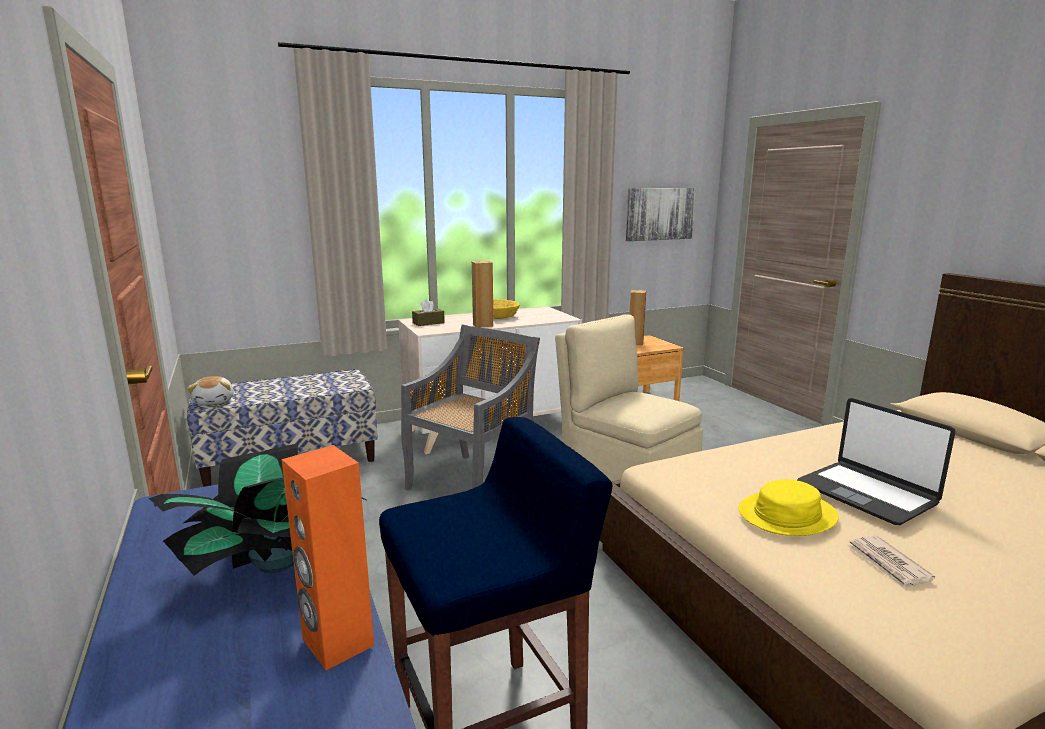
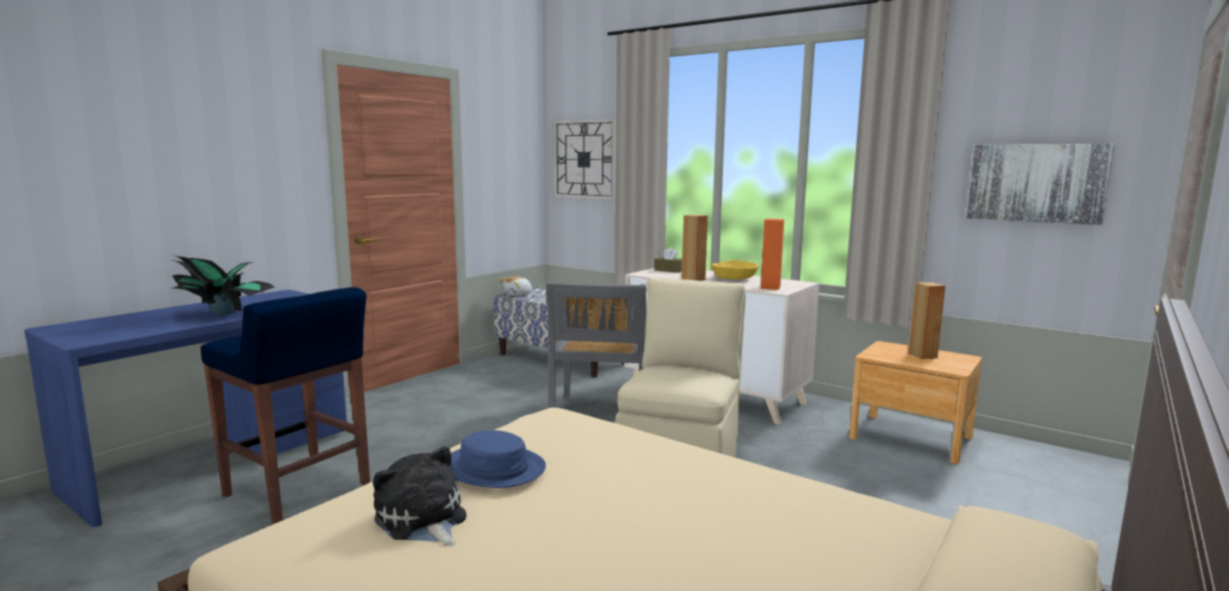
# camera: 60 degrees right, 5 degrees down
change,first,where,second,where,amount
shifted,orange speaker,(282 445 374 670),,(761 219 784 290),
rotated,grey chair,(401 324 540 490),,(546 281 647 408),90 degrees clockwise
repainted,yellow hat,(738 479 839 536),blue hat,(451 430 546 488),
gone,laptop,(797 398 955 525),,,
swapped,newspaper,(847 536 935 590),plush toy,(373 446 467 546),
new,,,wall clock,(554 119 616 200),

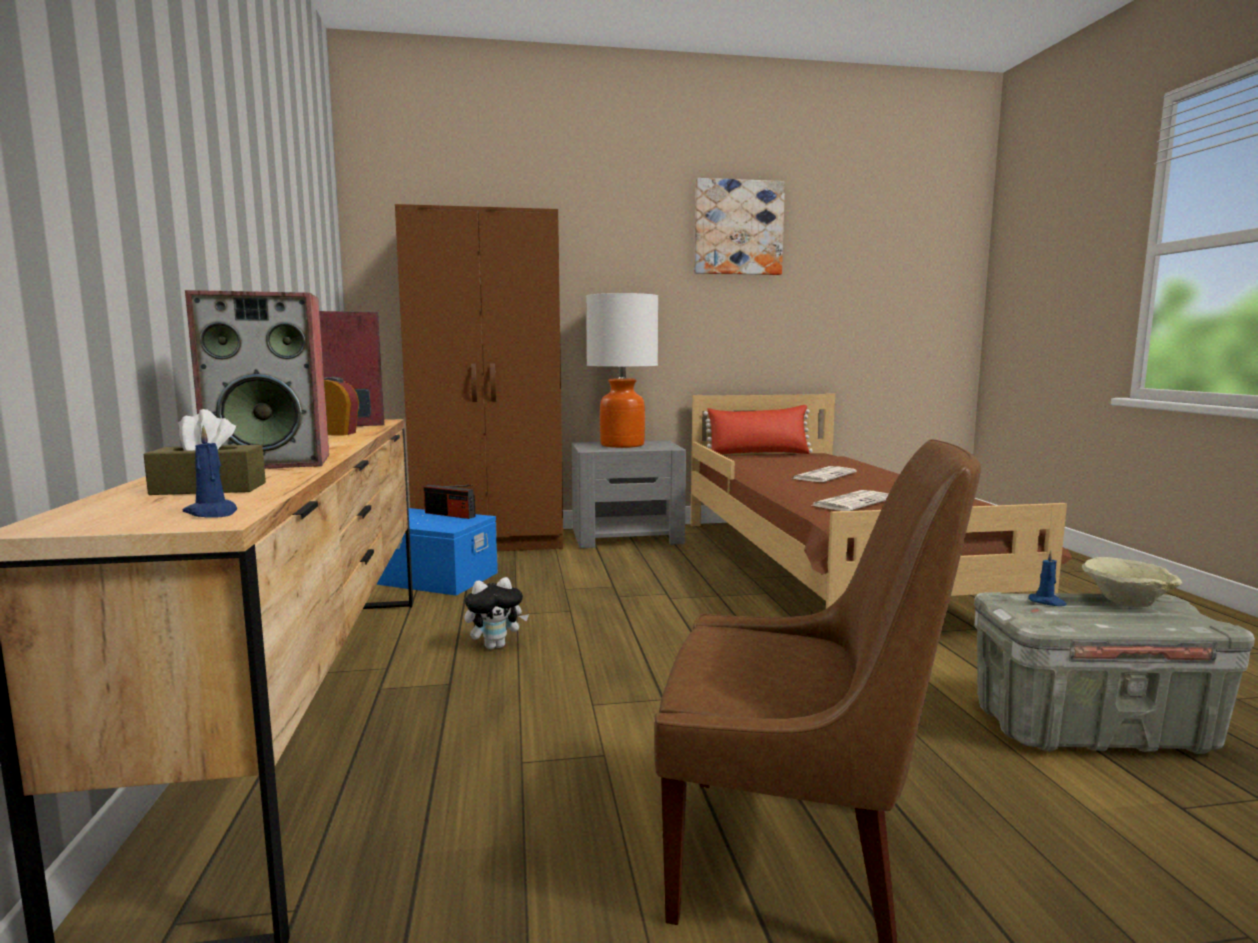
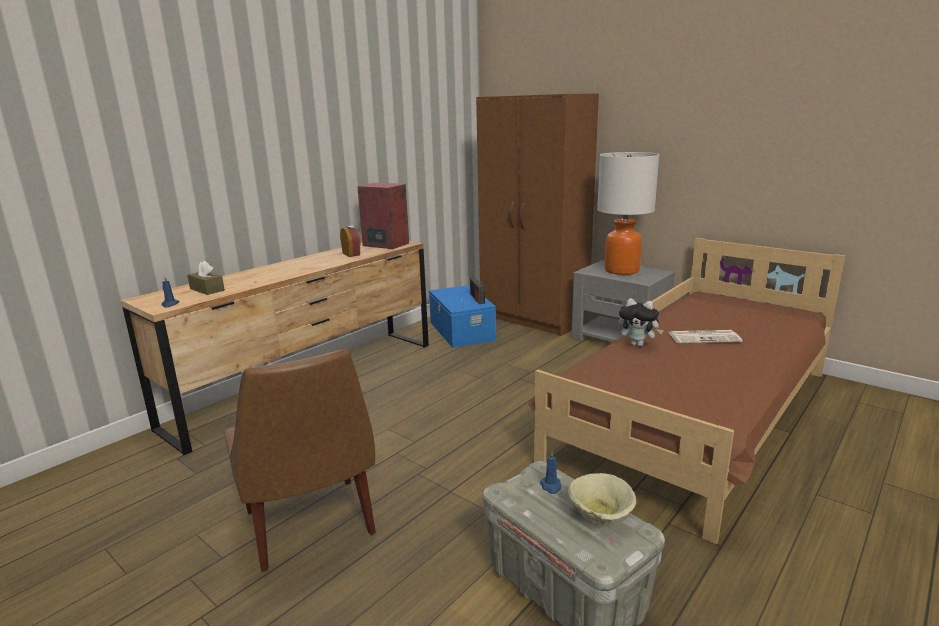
# camera: 50 degrees right, 10 degrees up
change,first,where,second,where,amount
gone,speaker,(185 290 329 469),,,
shifted,plush toy,(464 577 529 649),,(619 299 664 346),
gone,picture,(694 178 785 275),,,
gone,red pillow,(703 405 813 455),,,
gone,newspaper,(812 490 889 511),,,

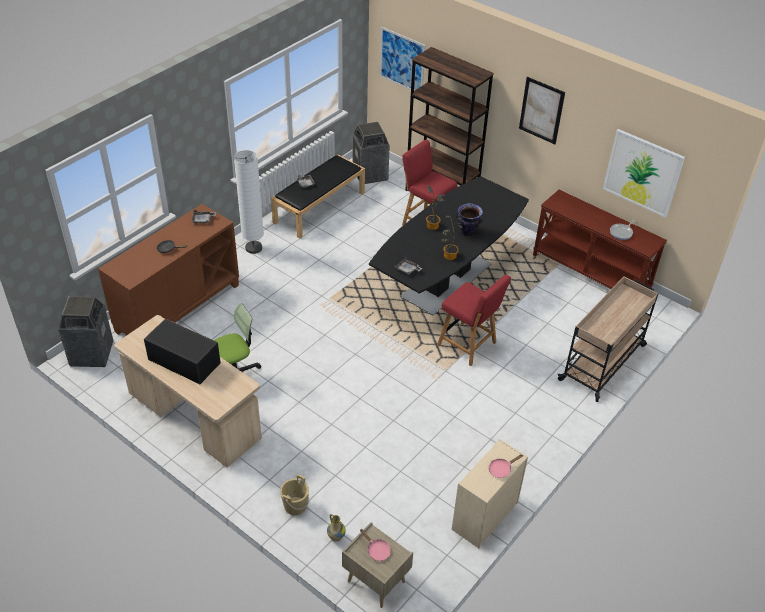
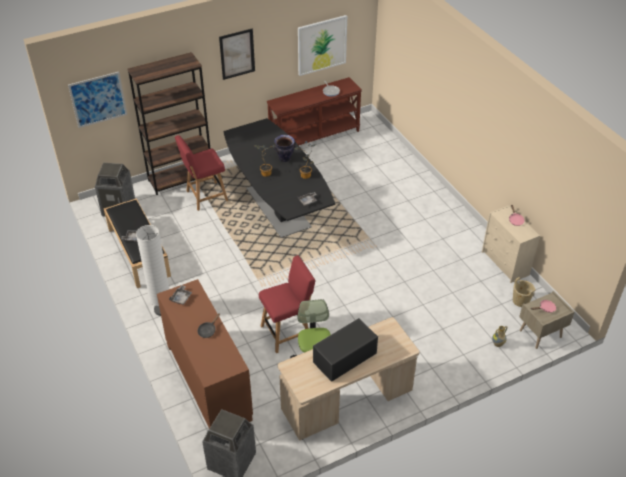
# camera: 65 degrees left, 0 degrees up
change,first,where,second,where,amount
shifted,beige bucket,(280 474 309 515),,(513 277 536 307),
shifted,red chair,(437 275 511 366),,(259 255 315 353),
gone,beige cart,(558 277 659 402),,,

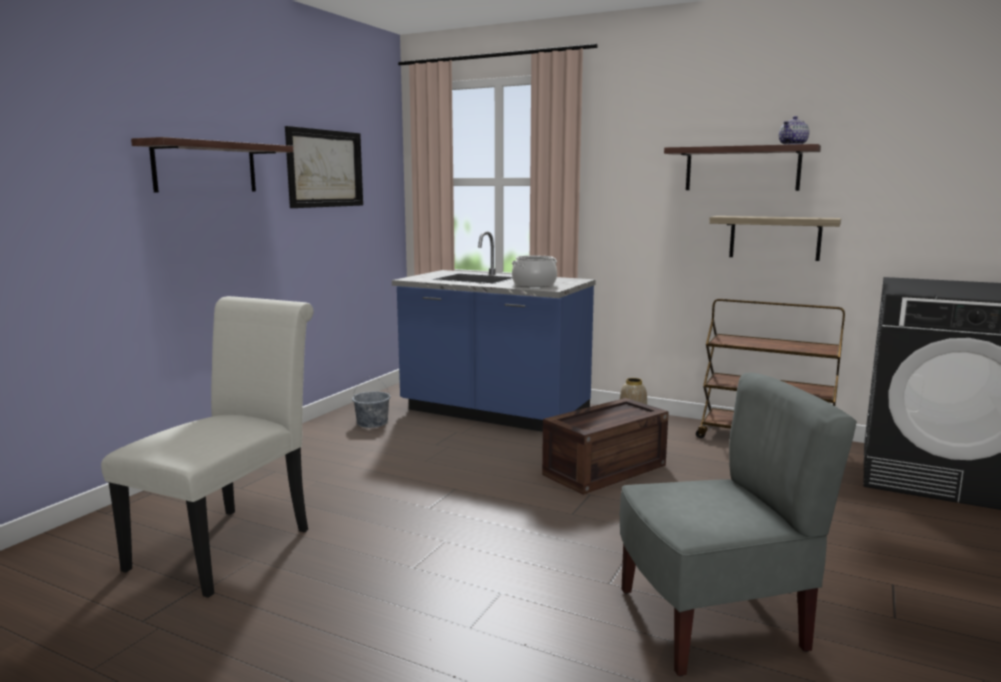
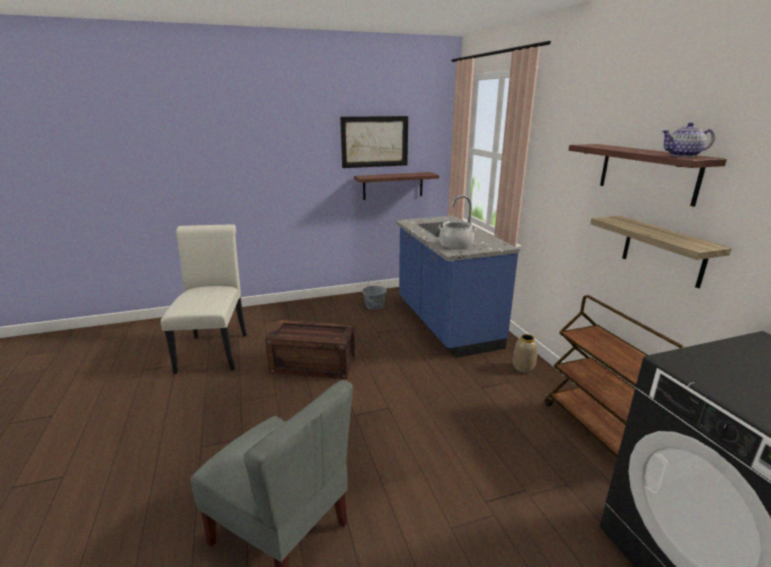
# camera: 45 degrees right, 10 degrees up
change,first,where,second,where,amount
rotated,white chair,(101 296 314 598),,(161 224 247 374),75 degrees counterclockwise
shifted,shelf,(131 137 293 193),,(354 172 439 200),
shifted,crate,(542 398 669 495),,(265 320 355 379),

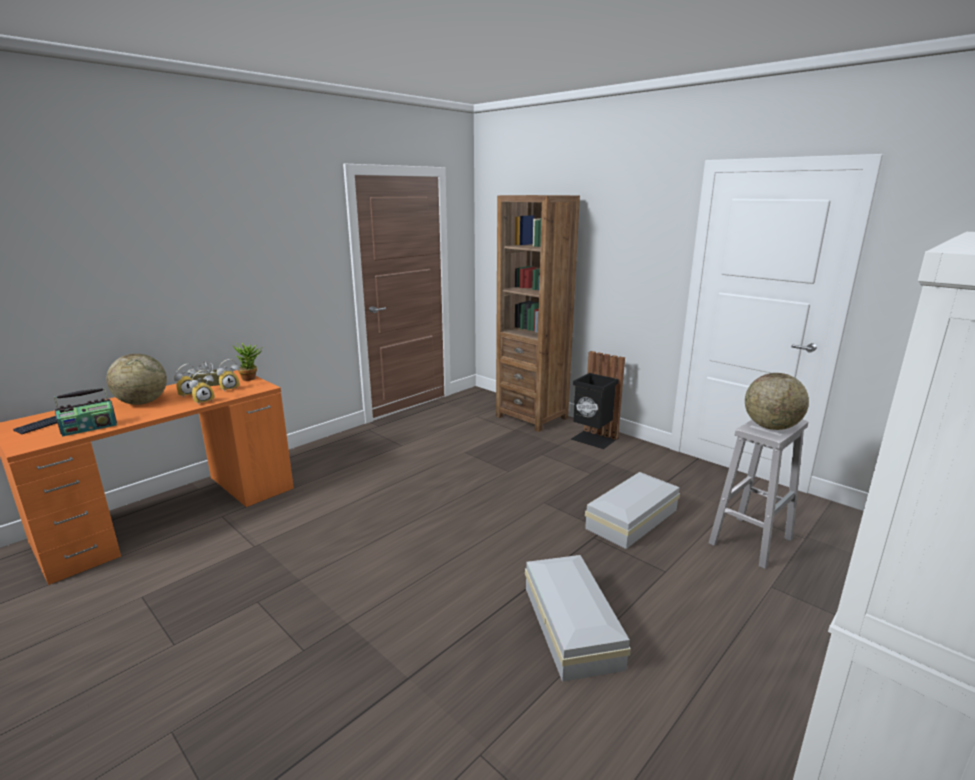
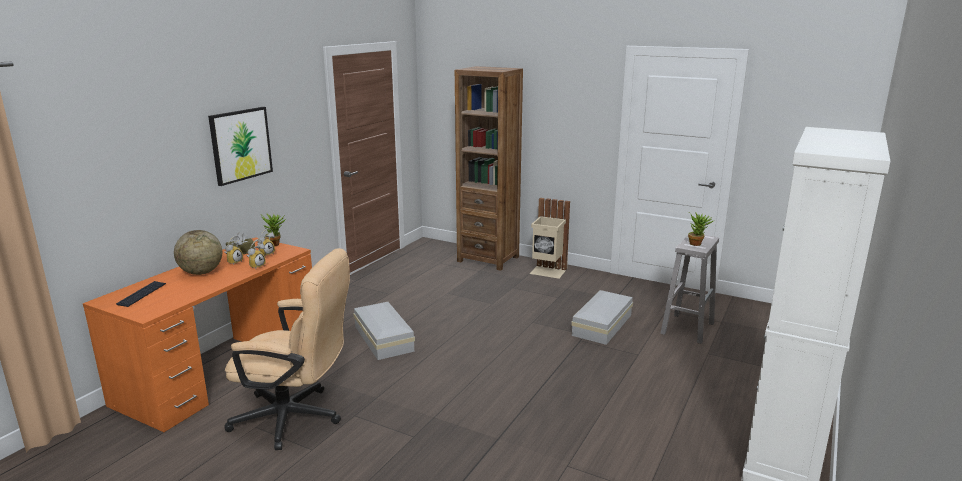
# camera: 15 degrees left, 0 degrees up
change,first,where,second,where,amount
gone,radio,(54 388 117 437),,,
shifted,white storage box,(525 555 631 682),,(353 302 415 360),
repainted,black trash can,(571 351 625 449),beige trash can,(530 198 570 279),
swapped,globe,(745 373 809 430),potted plant,(688 212 713 246),
new,,,picture,(208 107 273 186),
new,,,beige office chair,(224 248 350 450),

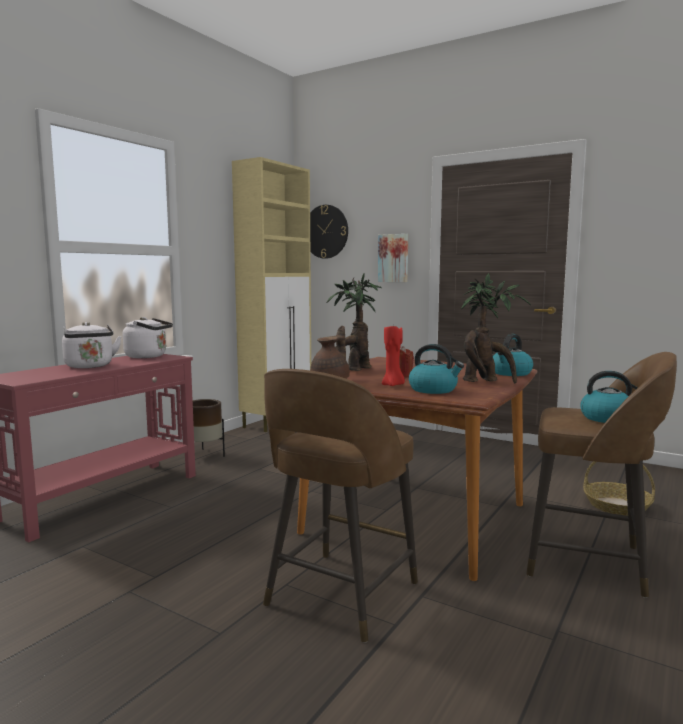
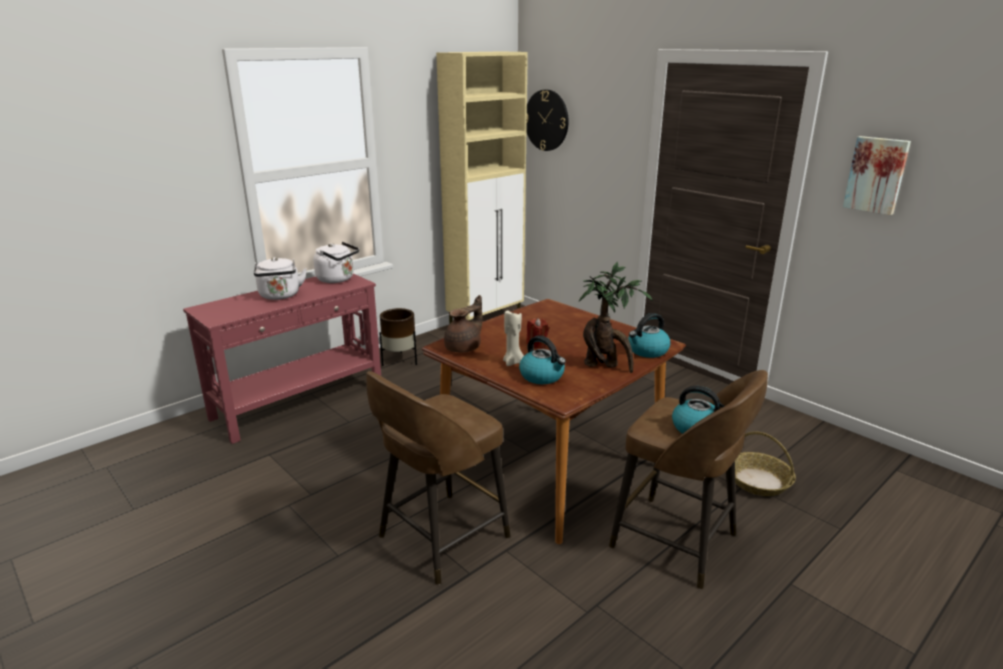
# camera: 15 degrees right, 15 degrees up
change,first,where,second,where,amount
gone,potted plant,(327 274 382 371),,,
shifted,picture,(378 234 408 282),,(843 136 911 215),
repainted,red candle,(382 325 405 386),beige candle,(503 311 524 366),

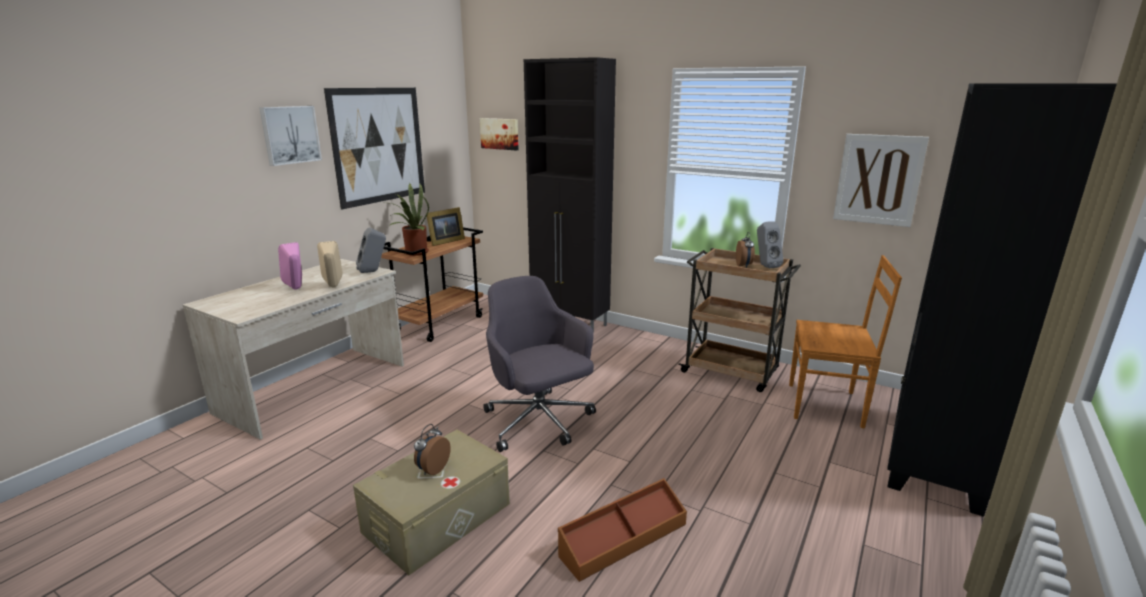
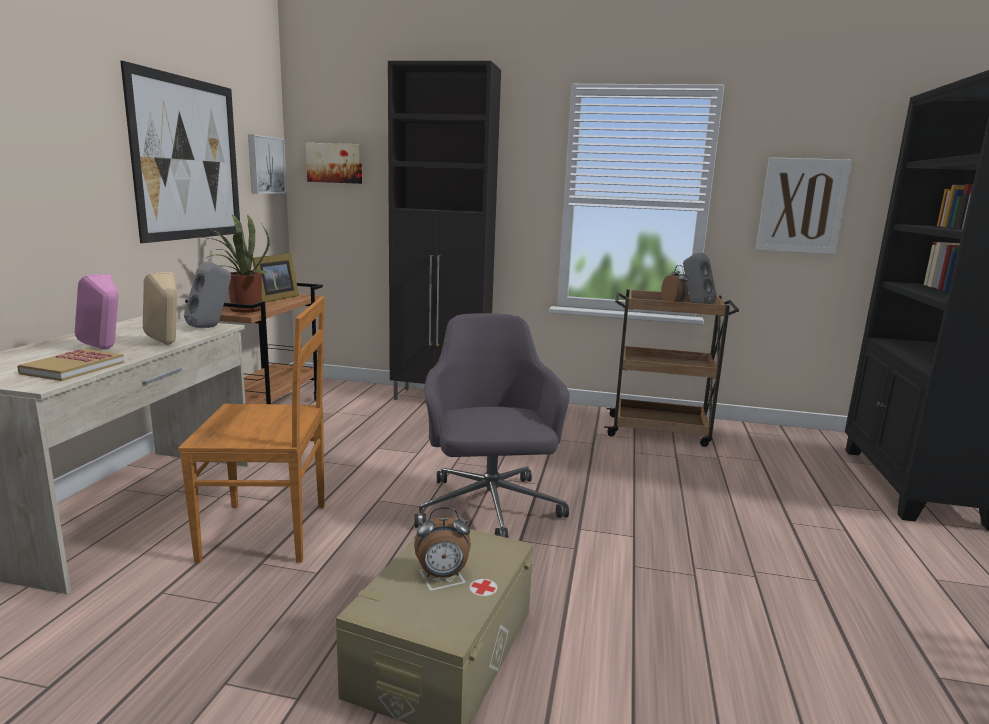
# camera: 20 degrees left, 5 degrees down
change,first,where,second,where,amount
shifted,picture,(260 106 322 166),,(248 134 287 194),
rotated,alarm clock,(414 424 451 475),,(414 507 471 578),105 degrees counterclockwise
rotated,grey office chair,(483 276 596 452),,(414 313 570 538),45 degrees clockwise
gone,brown storage box,(558 478 687 582),,,
shifted,brown chair,(789 255 902 428),,(178 296 325 563),
new,,,book,(17 349 124 381),

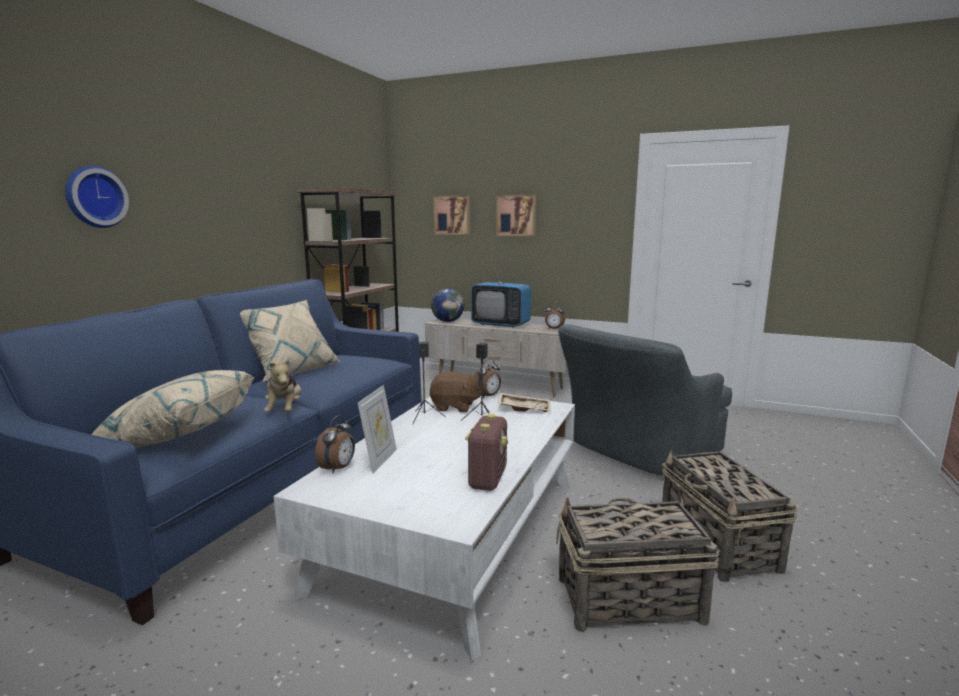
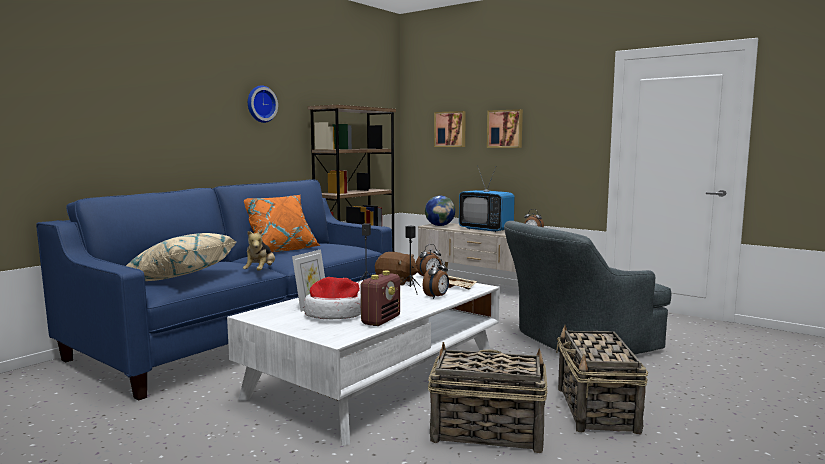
# camera: 15 degrees right, 5 degrees down
change,first,where,second,where,amount
shifted,wall clock,(65 165 129 228),,(248 85 278 123),
repainted,beige pillow,(240 300 341 382),orange pillow,(244 195 320 252),
shifted,alarm clock,(315 415 355 474),,(423 259 449 299),
new,,,hat,(304 277 361 319),

